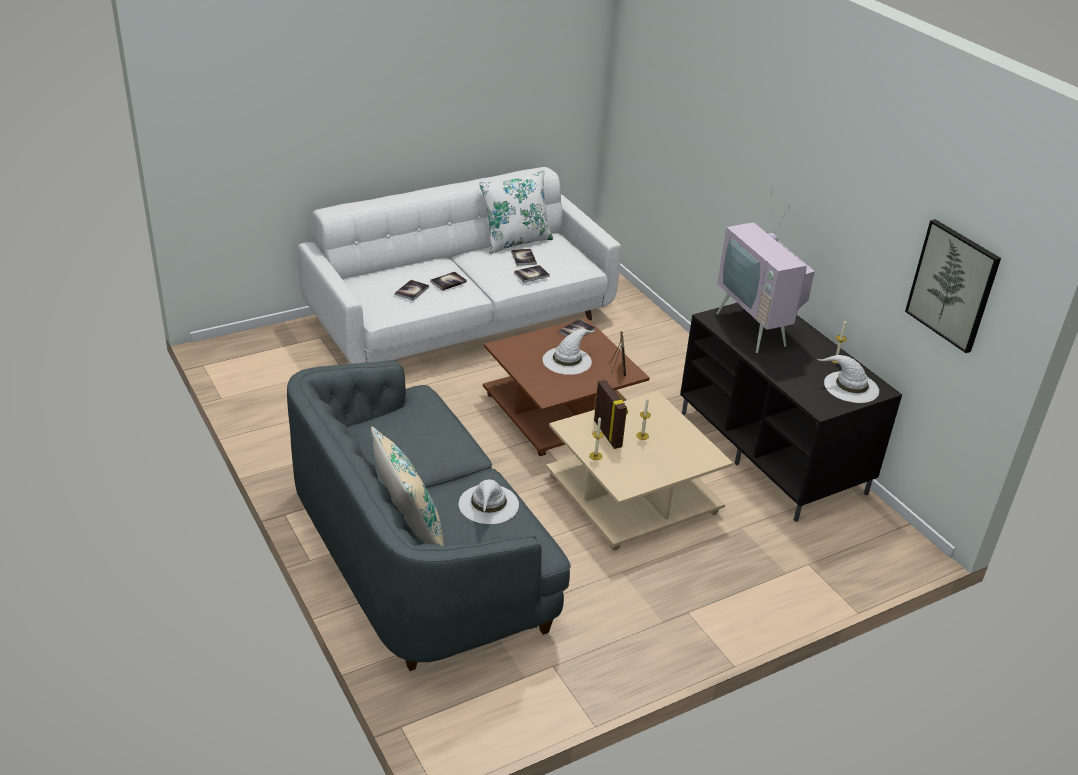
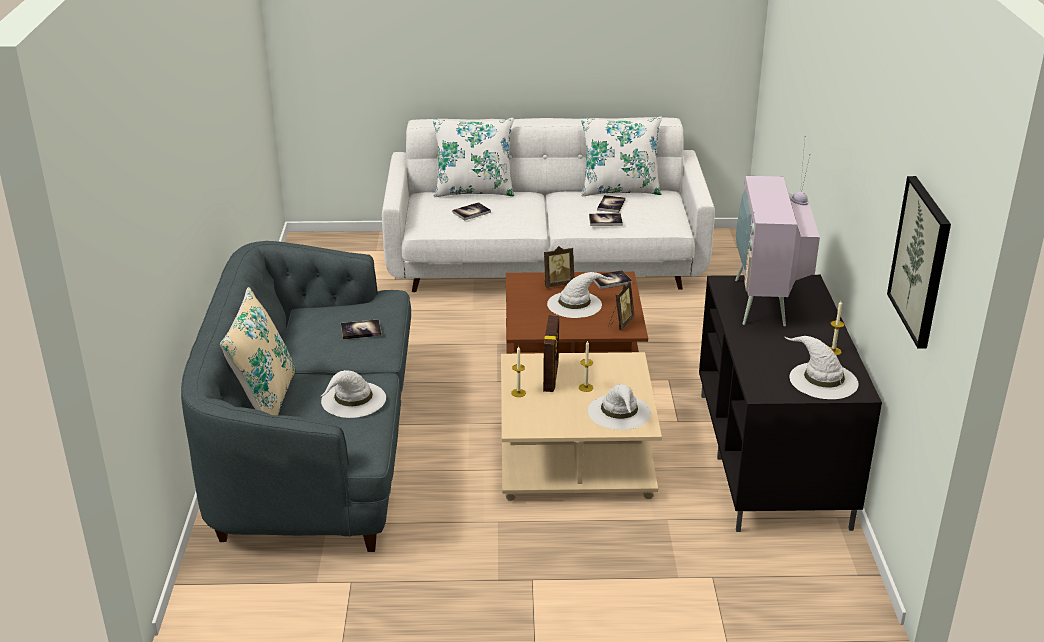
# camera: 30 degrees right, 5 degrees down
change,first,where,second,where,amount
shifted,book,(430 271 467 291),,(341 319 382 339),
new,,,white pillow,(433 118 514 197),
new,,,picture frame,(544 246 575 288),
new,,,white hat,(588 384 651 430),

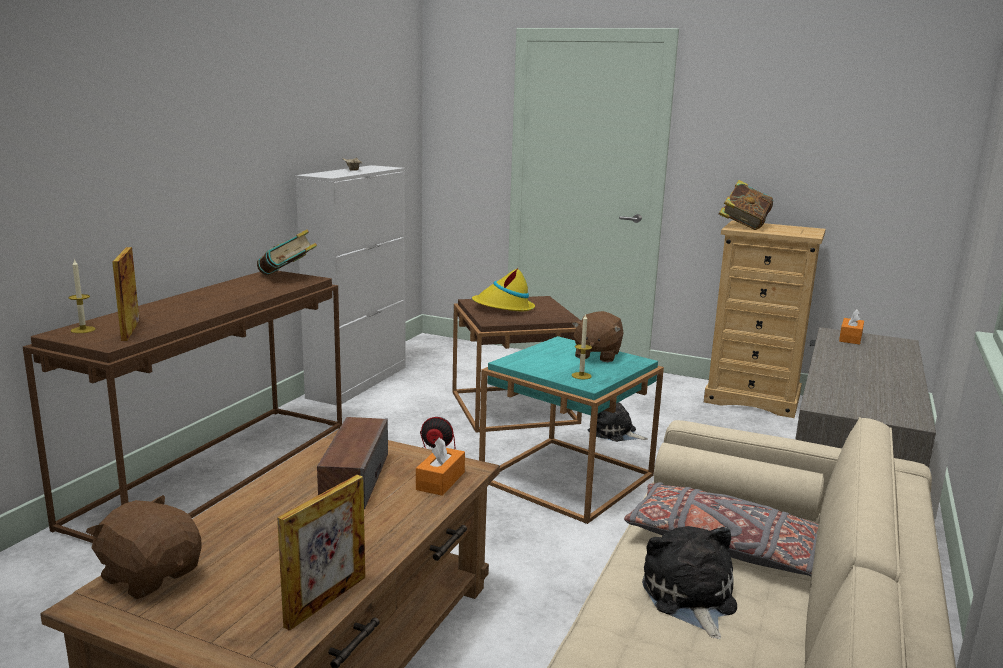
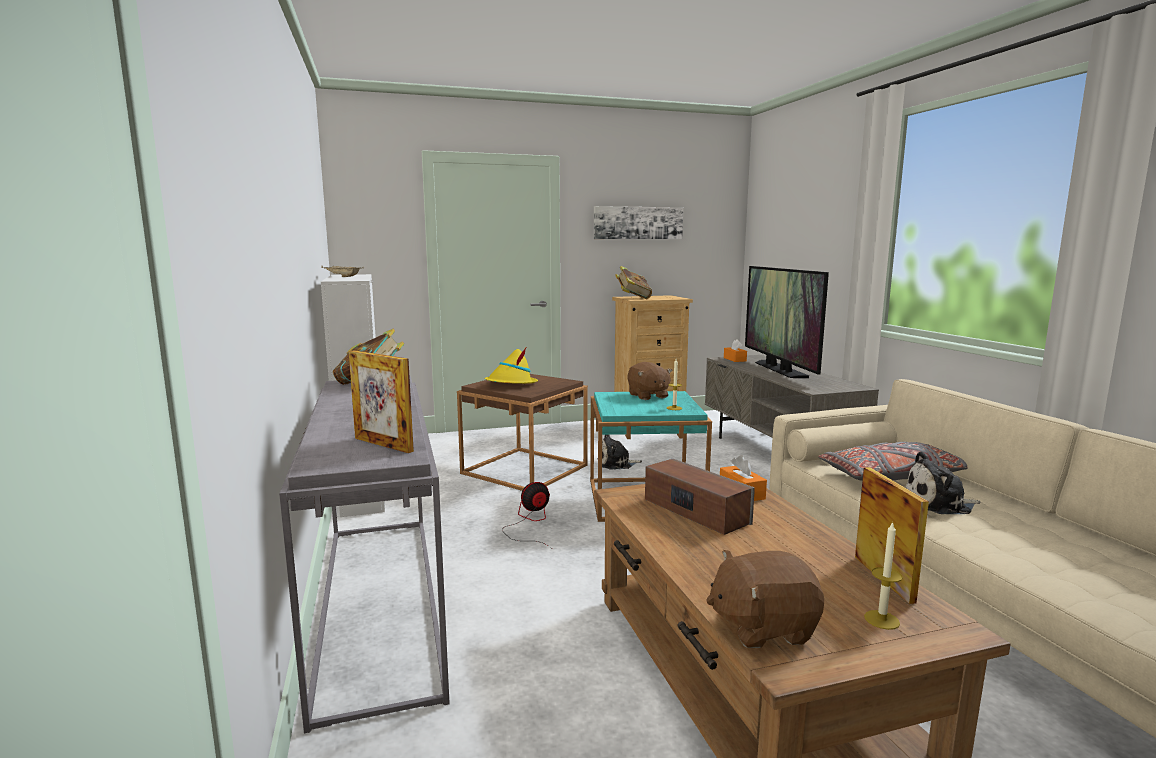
# camera: 40 degrees left, 5 degrees down
change,first,where,second,where,amount
repainted,brown console table,(23 271 342 543),grey console table,(279 376 450 733),
shifted,candle,(68 259 96 333),,(864 521 903 630),
rotated,plush toy,(642 526 737 639),,(906 451 981 514),45 degrees counterclockwise
new,,,picture,(594 206 683 239),
new,,,television,(745 266 829 378),

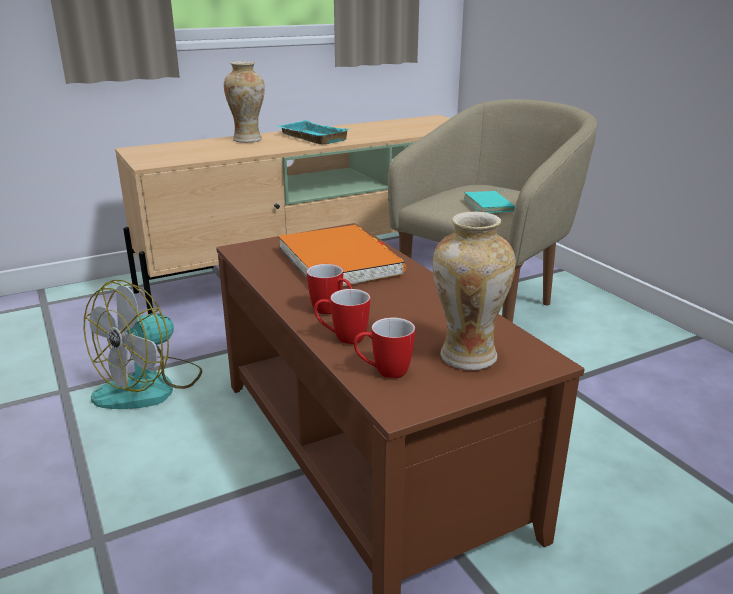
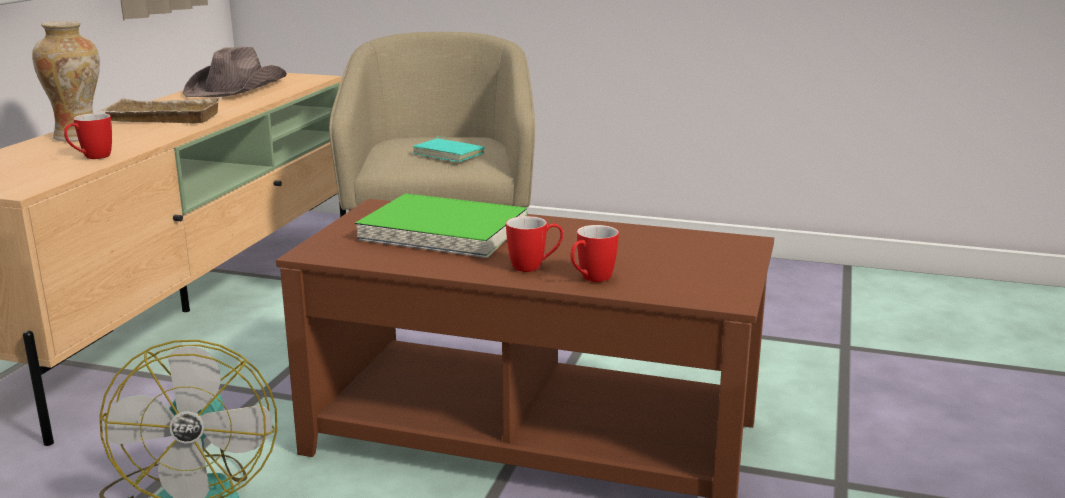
# camera: 45 degrees left, 5 degrees down
change,first,where,second,where,amount
repainted,turquoise tray,(276 120 351 144),beige tray,(98 97 222 124),
repainted,orange book,(278 225 407 286),green book,(355 193 528 258),
shifted,mug,(354 318 415 379),,(64 113 112 159),
gone,vase,(433 212 516 370),,,
new,,,brown hat,(182 47 287 97),

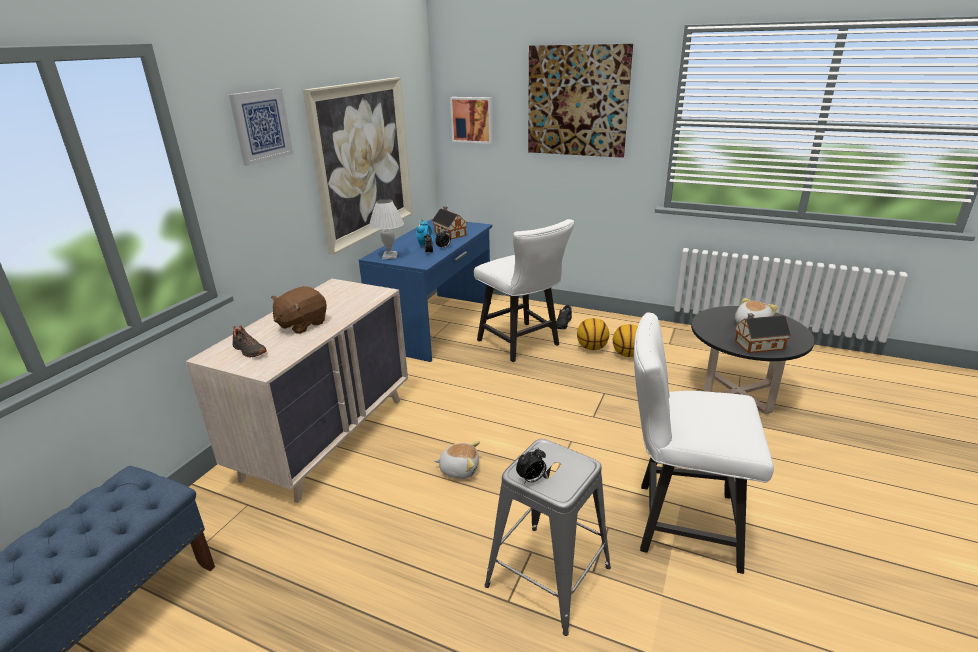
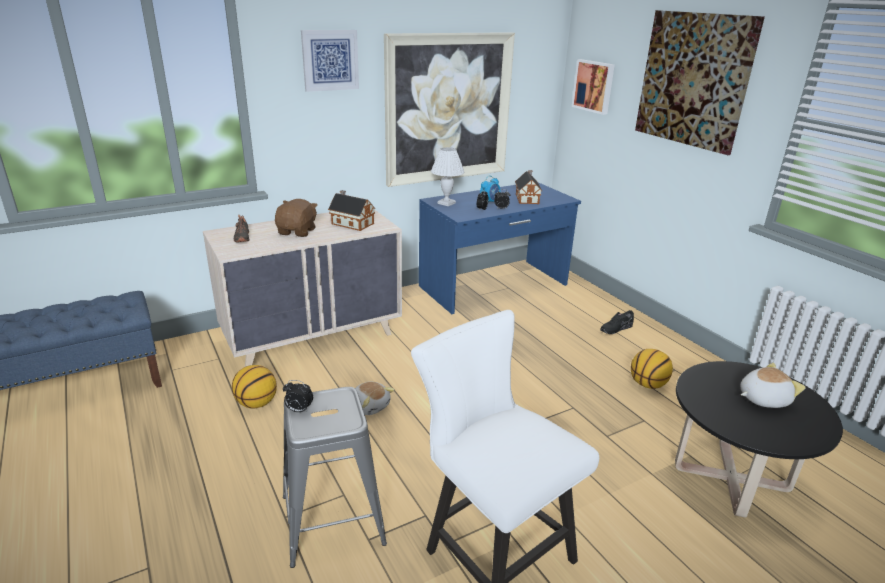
# camera: 35 degrees right, 0 degrees up
change,first,where,second,where,amount
rotated,brown plush toy,(271 286 327 334),,(275 199 318 237),120 degrees clockwise
gone,white chair,(474 219 575 362),,,
shifted,basketball,(577 318 609 350),,(232 365 277 409),
shifted,toy house,(735 313 791 353),,(328 190 376 231),

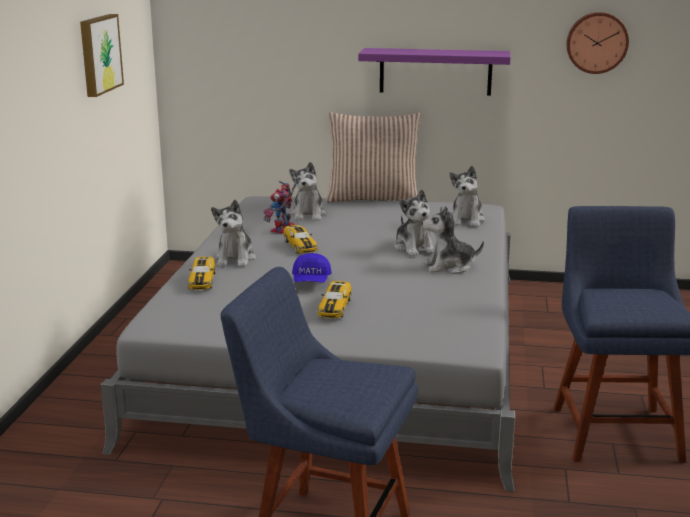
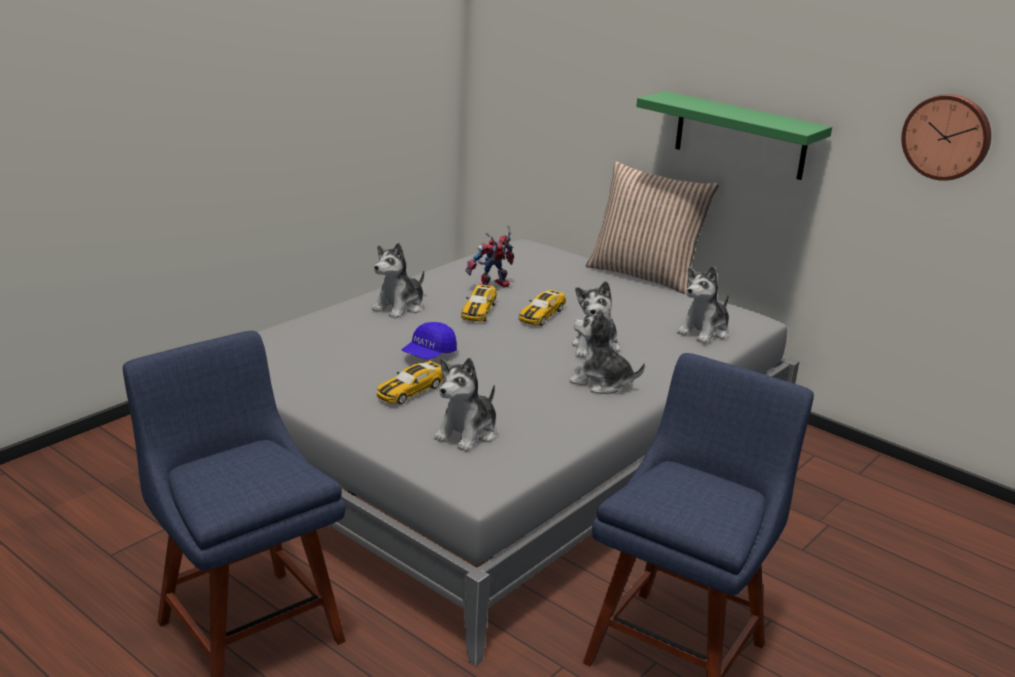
# camera: 30 degrees right, 5 degrees up
change,first,where,second,where,amount
gone,picture,(80 14 124 97),,,
shifted,toy car,(188 257 216 290),,(519 290 566 326),
shifted,plush toy,(289 162 326 221),,(434 358 497 452),
repainted,purple shelf,(358 48 511 96),green shelf,(636 91 832 180),

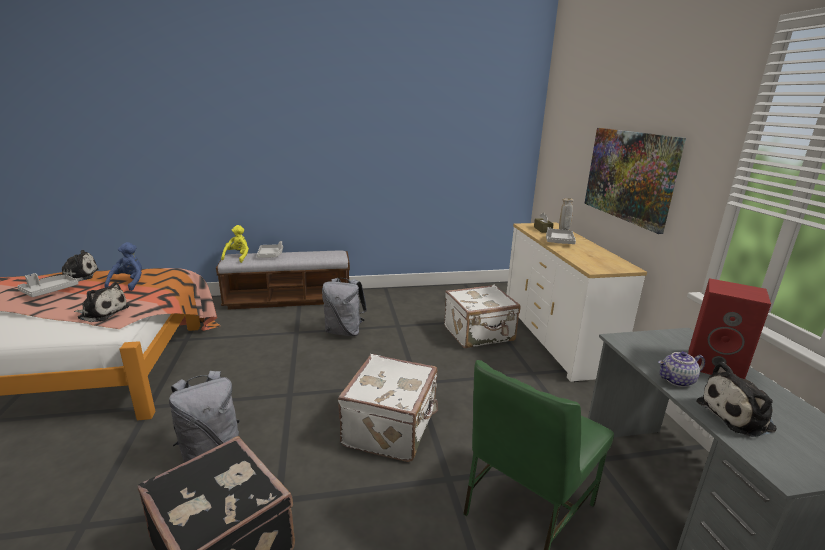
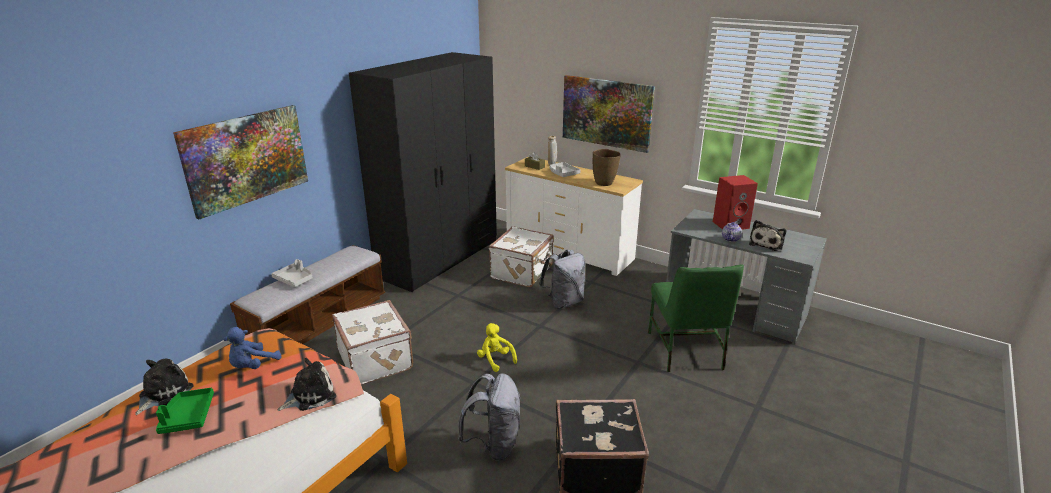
# camera: 45 degrees left, 5 degrees up
change,first,where,second,where,amount
repainted,grey tray,(17 273 79 297),green tray,(156 388 214 434),
rotated,blue plush toy,(104 242 142 291),,(223 327 281 369),105 degrees counterclockwise
shifted,yellow plush toy,(221 225 249 263),,(477 323 517 372),
shifted,grey backpack,(322 278 367 336),,(539 250 585 309),
shifted,white suitcase,(338 354 438 462),,(332 300 413 385),
new,,,picture,(173 105 308 219),
new,,,black wardrobe,(349 52 497 292),
new,,,brown vase,(593 149 621 186),

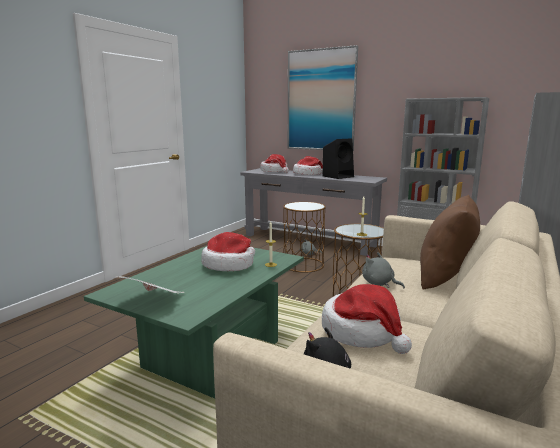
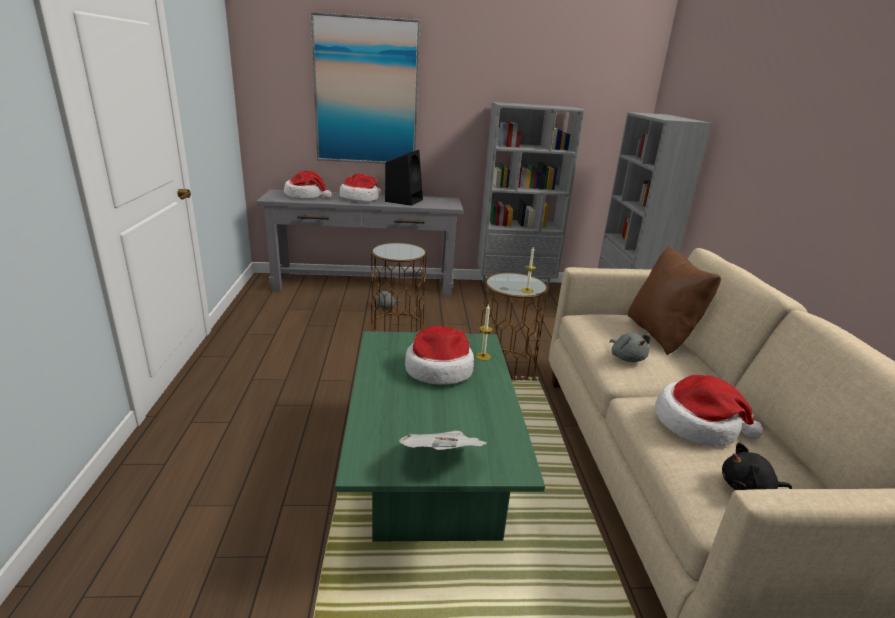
# camera: 35 degrees left, 10 degrees up
change,first,where,second,where,amount
rotated,grey plush toy,(362 252 405 289),,(610 332 650 362),120 degrees counterclockwise

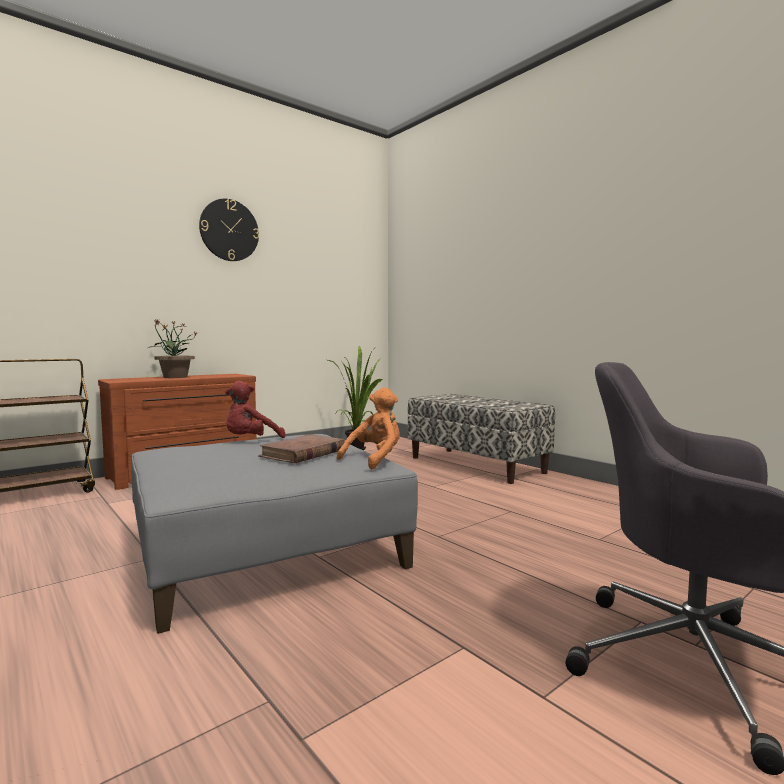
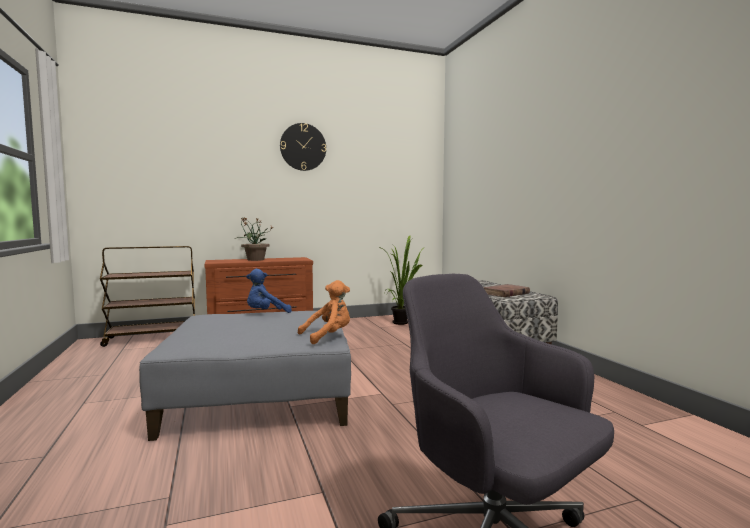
# camera: 20 degrees right, 0 degrees up
change,first,where,second,where,amount
repainted,red plush toy,(225 381 286 438),blue plush toy,(246 269 292 313),
shifted,brown book,(258 434 345 463),,(483 284 530 297),

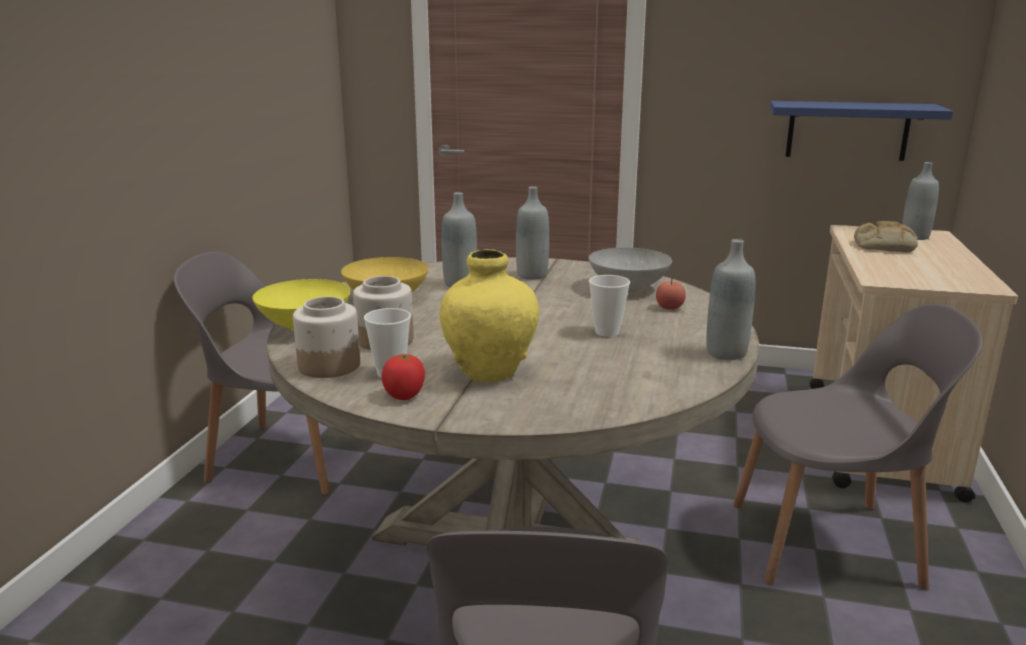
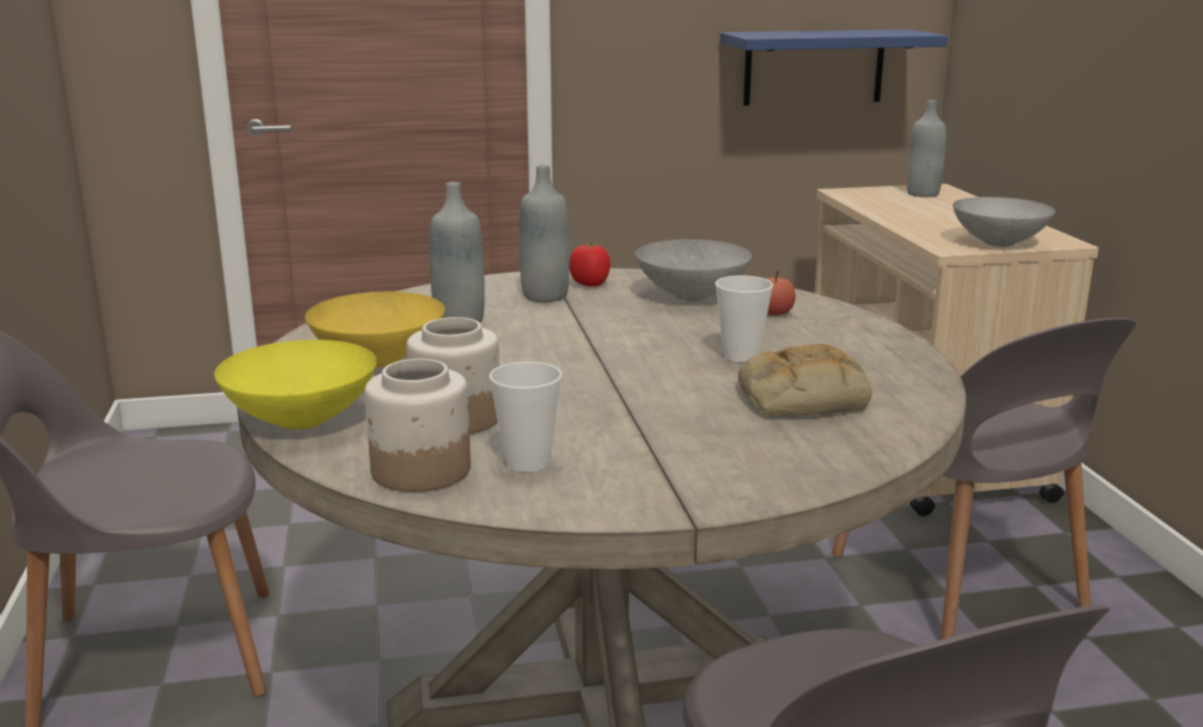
# camera: 25 degrees left, 0 degrees up
change,first,where,second,where,amount
shifted,tomato,(382 354 425 400),,(569 243 611 287),
gone,yellow vase,(440 249 539 382),,,
gone,grey bottle,(706 239 755 360),,,
rotated,grey chair,(733 304 983 590),,(832 318 1136 640),90 degrees clockwise
shifted,bread,(854 221 918 252),,(738 344 872 416),
new,,,grey bowl,(953 197 1055 247),

